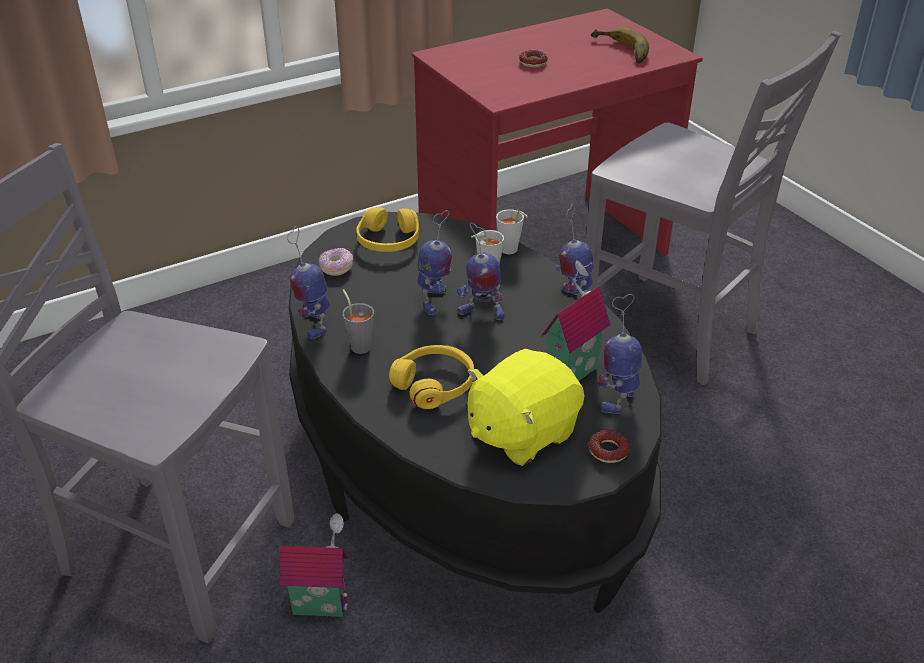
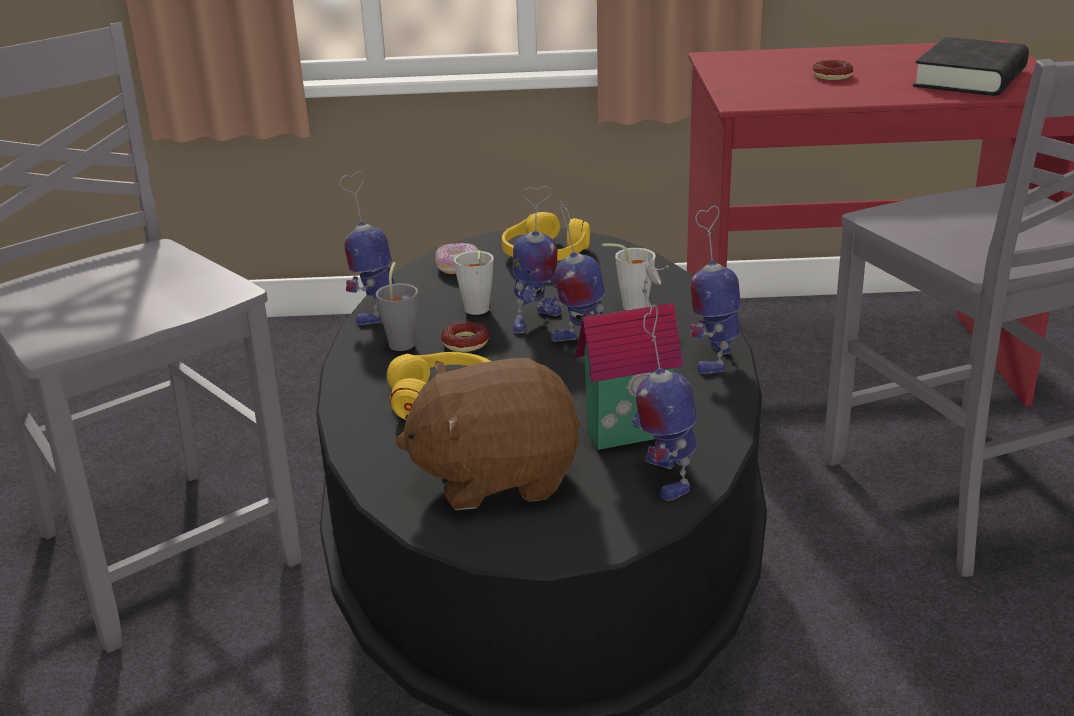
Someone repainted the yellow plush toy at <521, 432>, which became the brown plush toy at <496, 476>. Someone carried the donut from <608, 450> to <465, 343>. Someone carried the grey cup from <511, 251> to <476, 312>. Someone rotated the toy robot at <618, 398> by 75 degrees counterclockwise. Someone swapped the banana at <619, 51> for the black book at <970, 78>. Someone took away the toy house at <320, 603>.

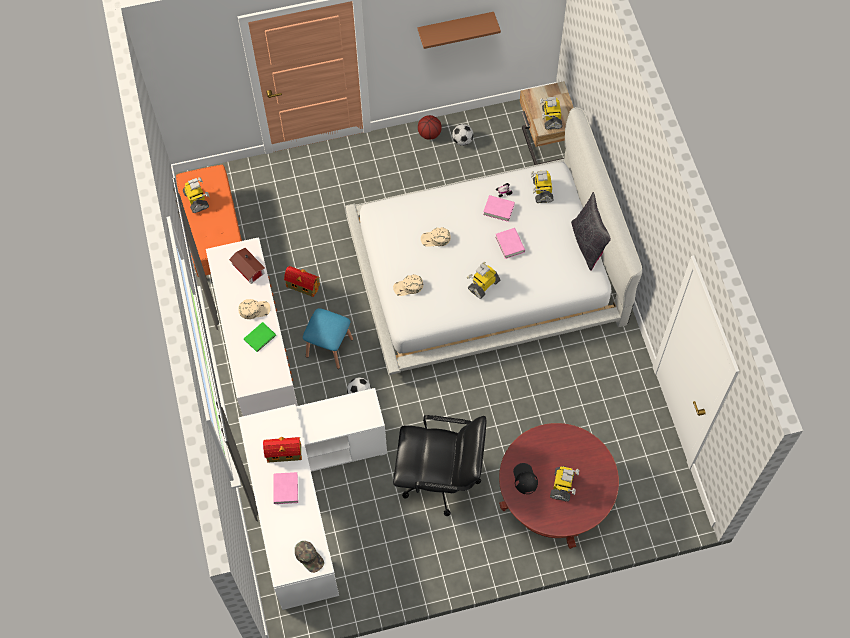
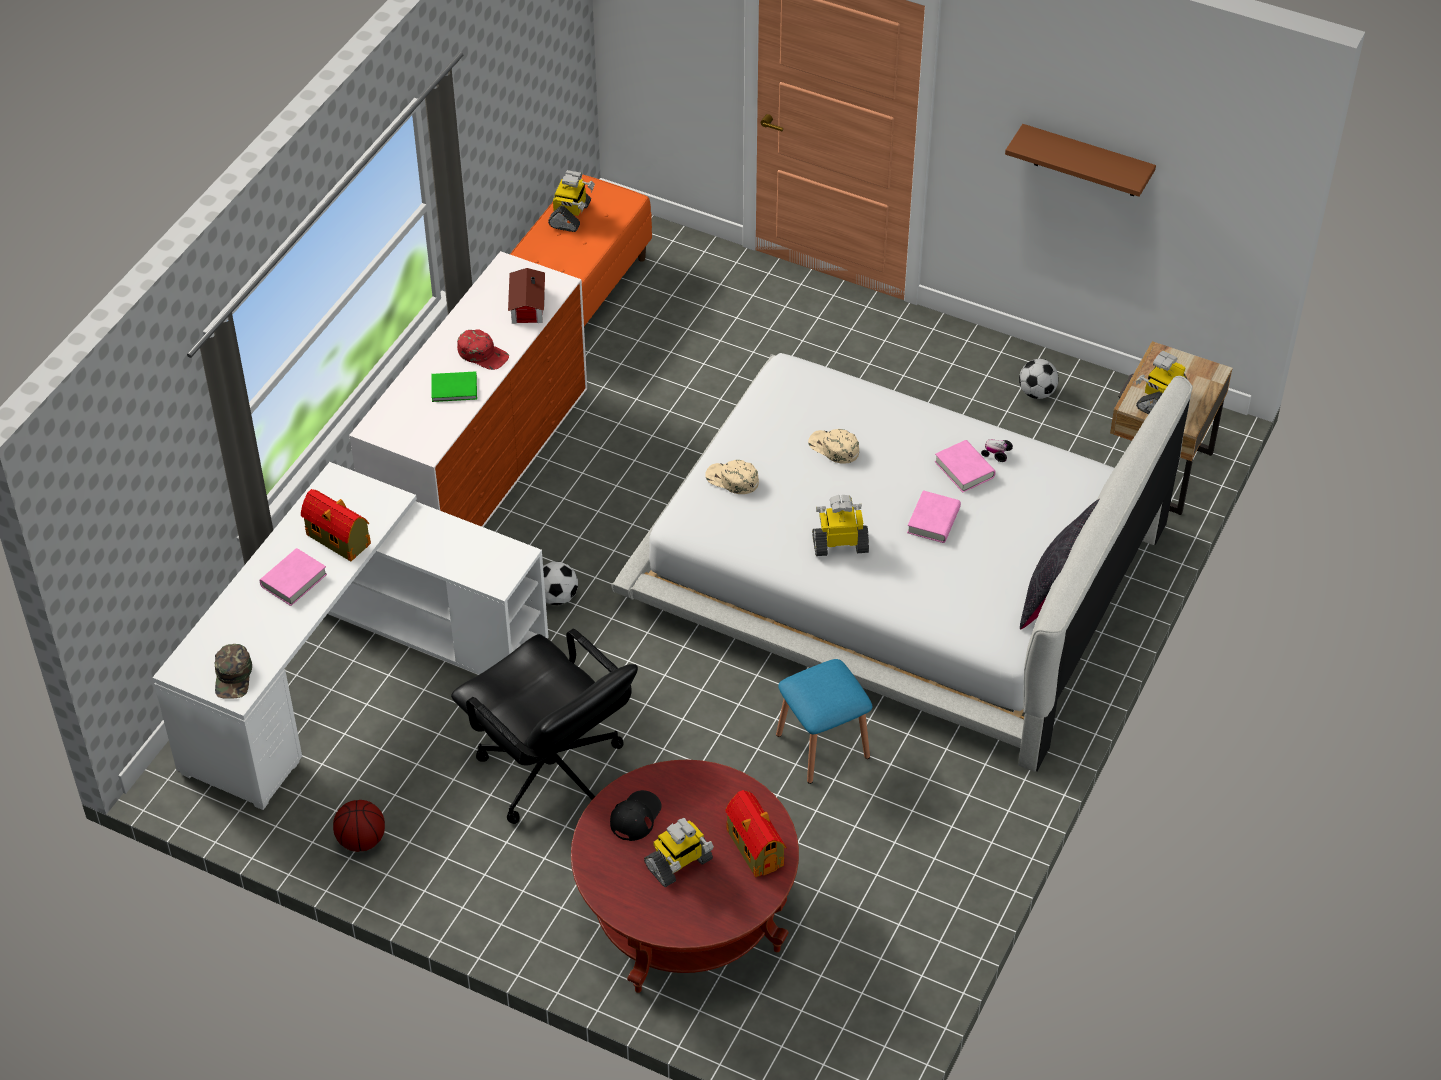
Someone carried the basketball from <429, 134> to <362, 840>. Someone repainted the beige cap at <254, 309>, which became the red cap at <483, 354>. Someone carried the toy house from <302, 285> to <754, 846>. Someone carried the blue stool from <329, 347> to <822, 745>. Someone took away the toy robot at <542, 191>.

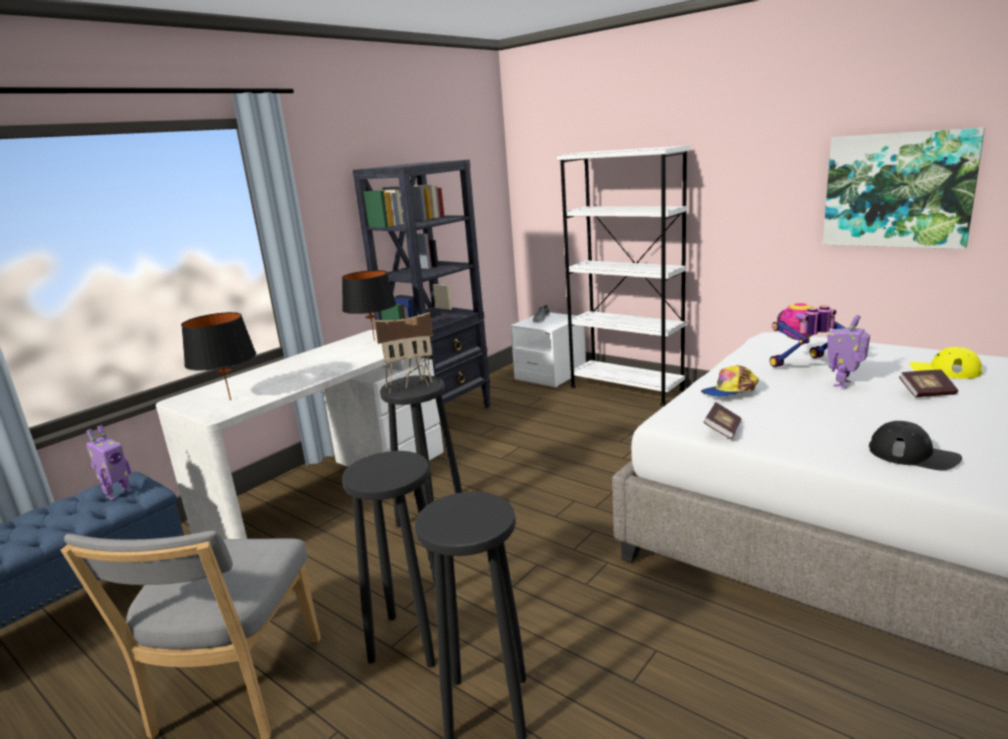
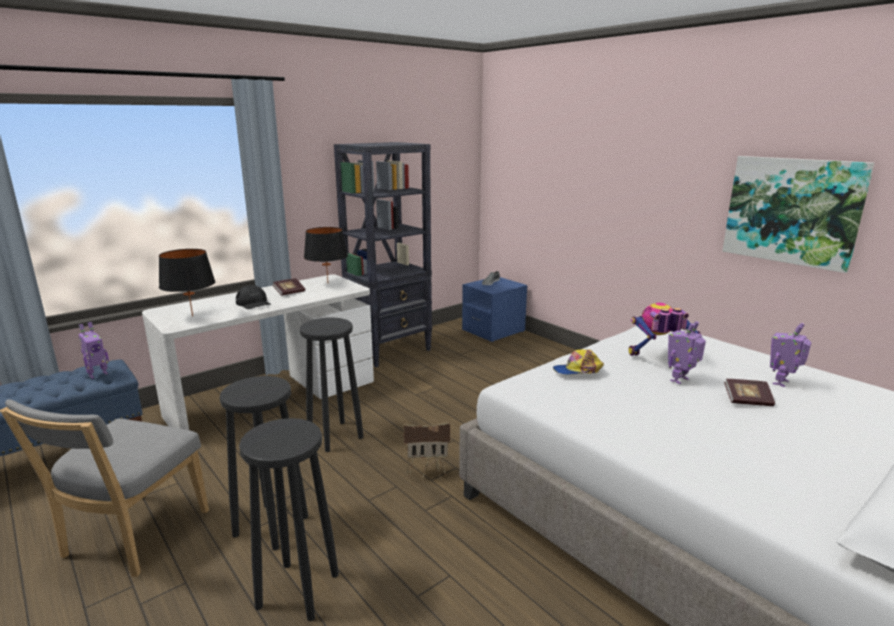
Someone carried the black cap from <913, 455> to <253, 303>. Someone carried the book from <722, 430> to <289, 293>. Someone carried the toy house from <410, 385> to <427, 474>. Someone repainted the white nightstand at <550, 375>, which became the blue nightstand at <493, 331>. Someone swapped the yellow cap at <944, 370> for the toy robot at <782, 383>. Someone took away the white bookcase at <626, 388>.

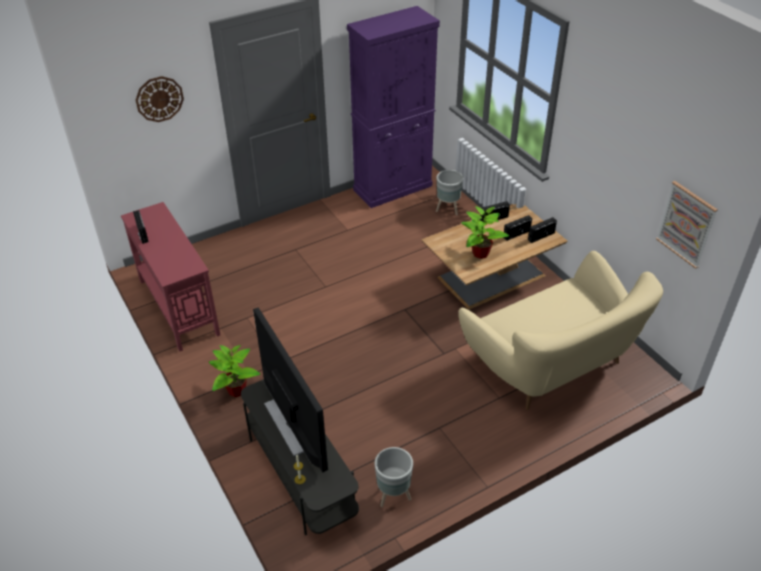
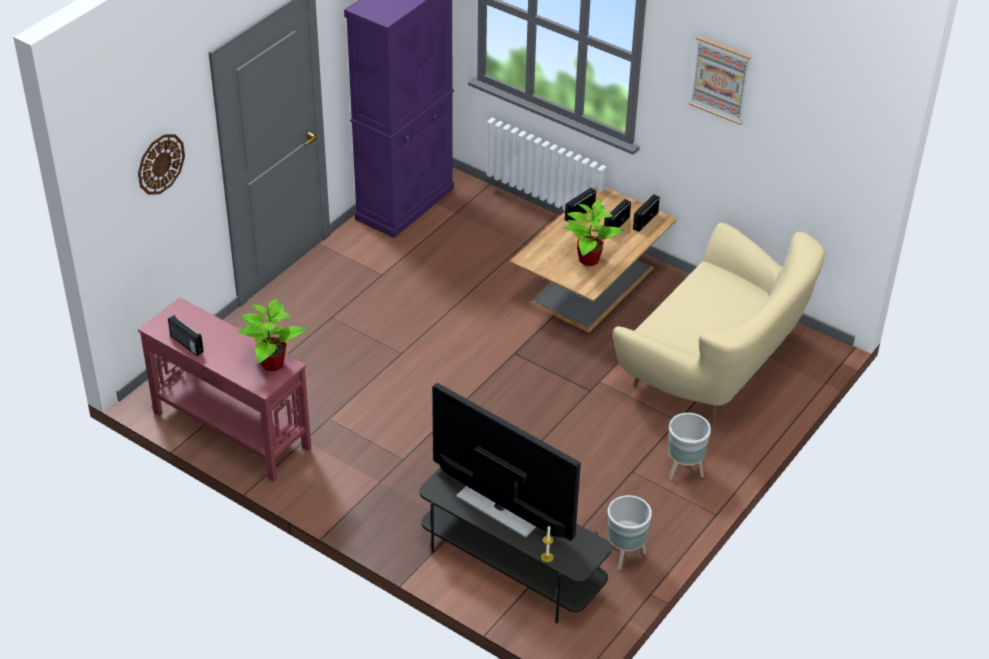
Someone carried the potted plant from <236, 390> to <272, 364>. Someone carried the grey planter from <447, 210> to <684, 471>. Someone carried the picture from <686, 224> to <720, 79>.

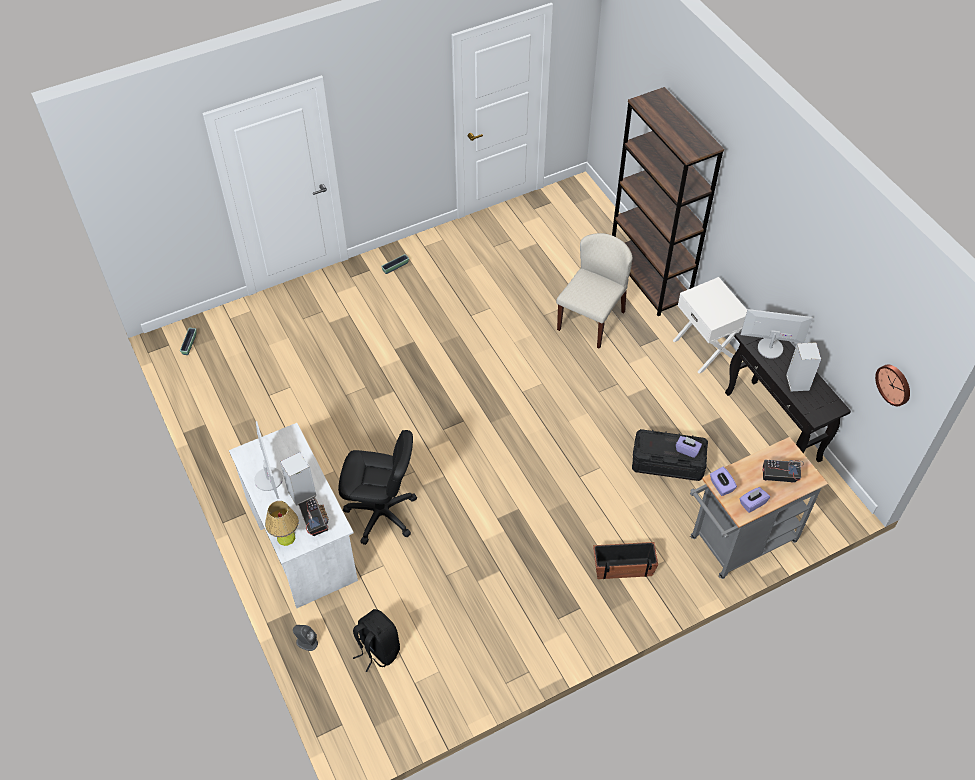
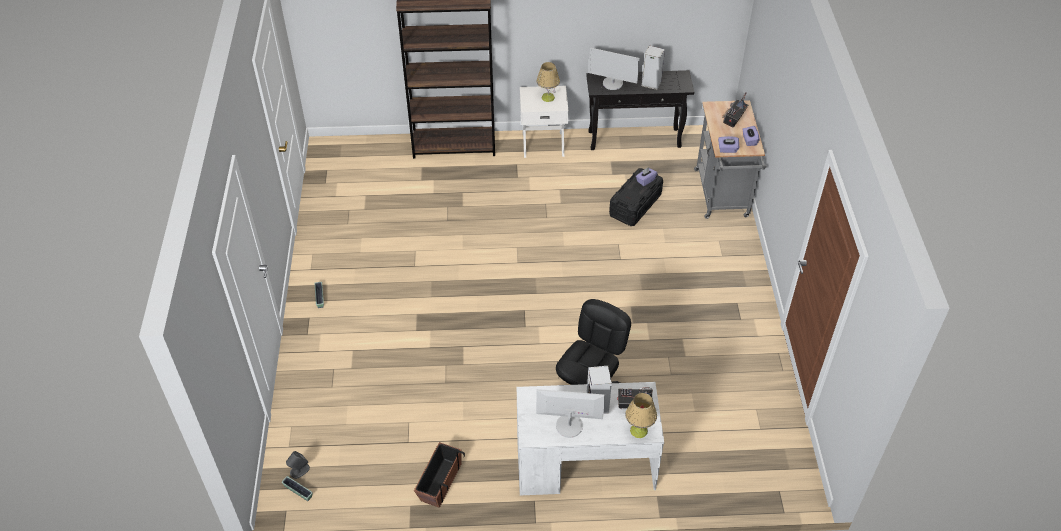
Someone carried the grey speaker from <306, 642> to <299, 470>. Someone carried the planter from <623, 567> to <440, 482>. Someone put down the table lamp at <547, 97>. Someone rotated the monitor at <770, 348> by 105 degrees counterclockwise. Someone took away the black backpack at <377, 649>. Someone took away the beige chair at <591, 320>. Someone took away the wall clock at <894, 384>.

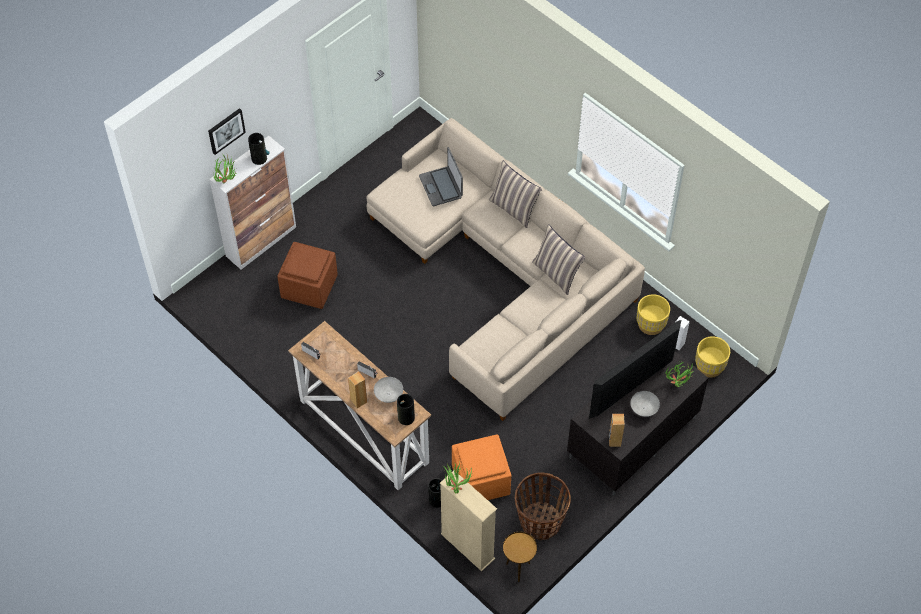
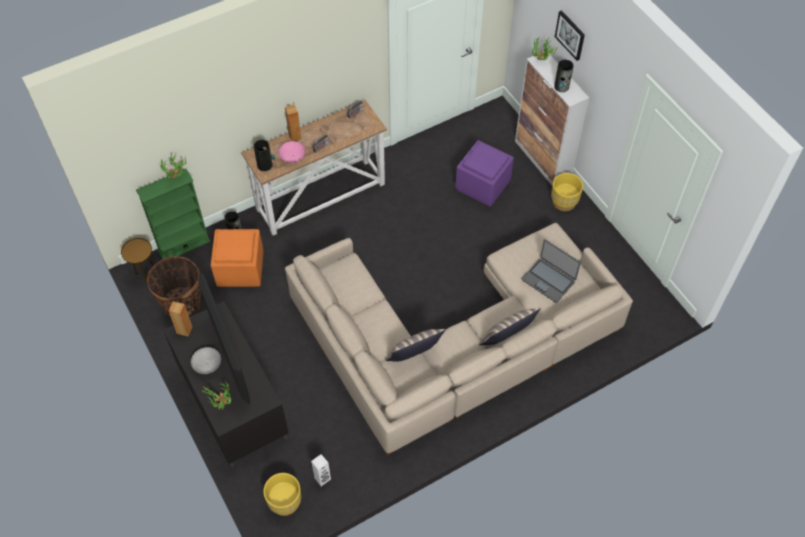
Someone repainted the beige bookcase at <467, 546>, which became the green bookcase at <184, 245>. Someone repainted the grey bowl at <389, 395>, which became the pink bowl at <292, 158>. Someone repainted the brown ottoman at <310, 286>, which became the purple ottoman at <483, 186>. Someone rotated the laptop at <441, 186> by 135 degrees counterclockwise. Someone carried the yellow planter from <651, 324> to <564, 202>.

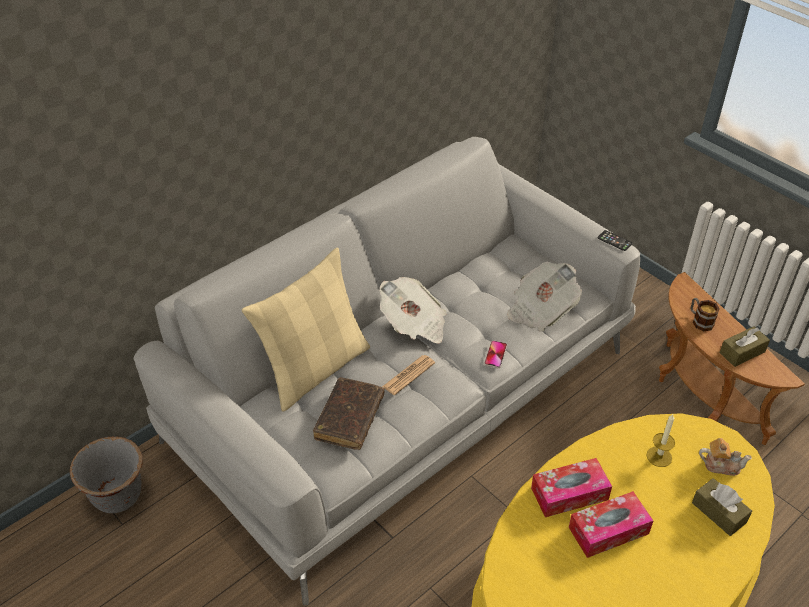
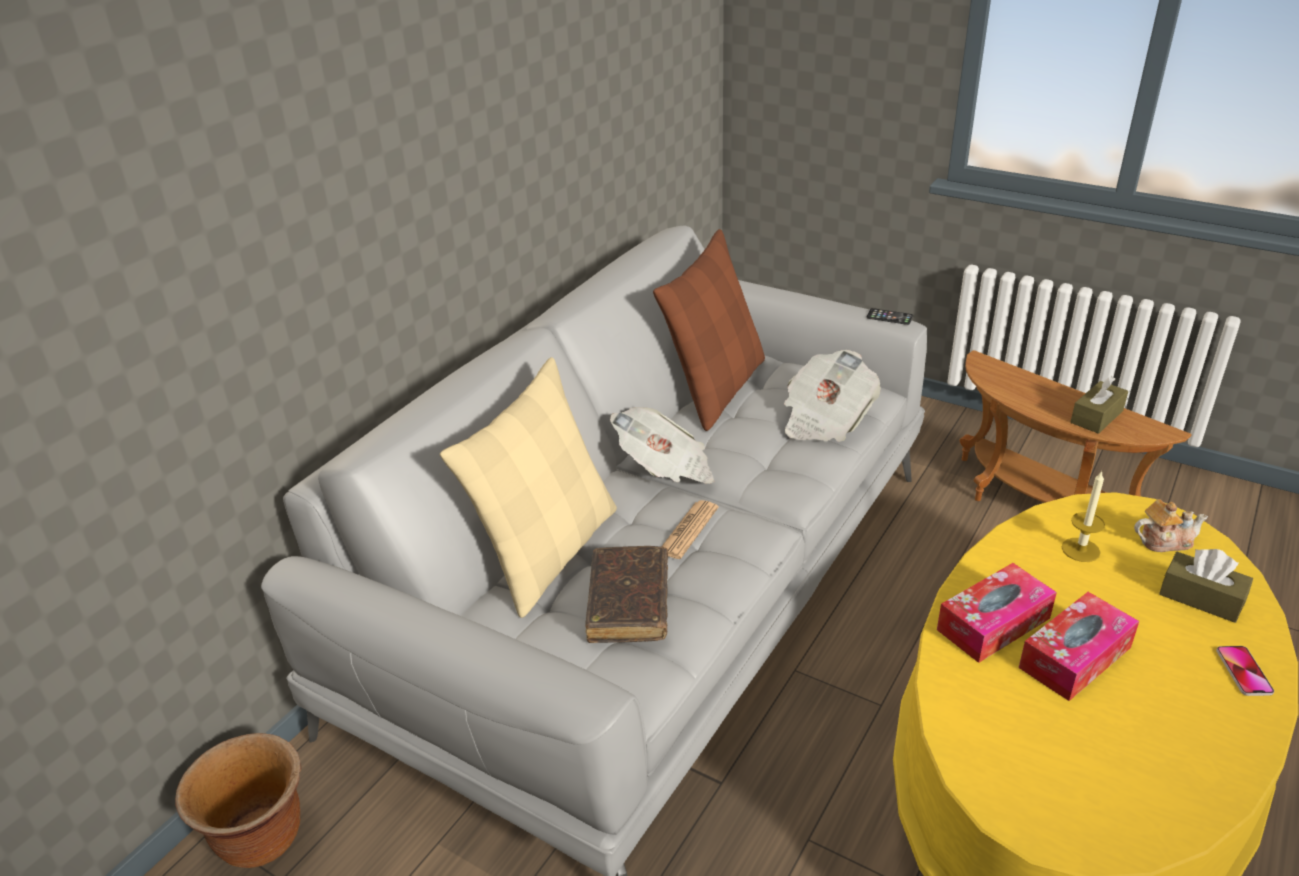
Someone repainted the grey planter at <118, 497>, which became the brown planter at <263, 839>. Someone put down the brown pillow at <716, 389>. Someone carried the phone from <495, 355> to <1243, 672>. Someone took away the mug at <700, 321>.

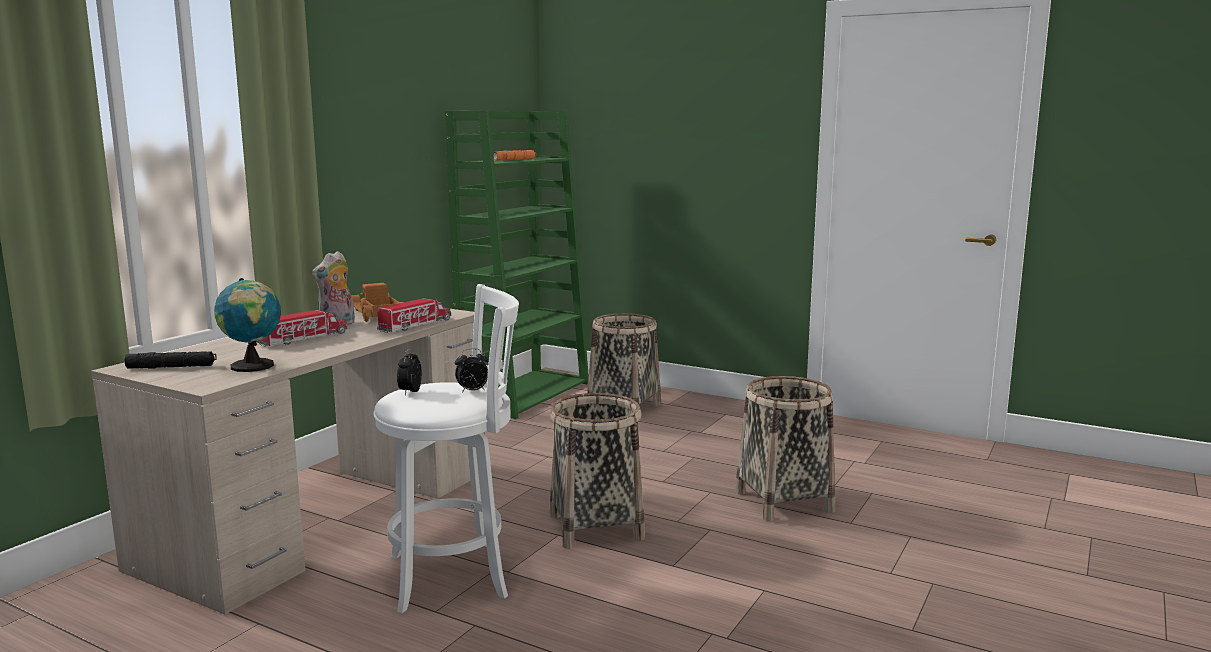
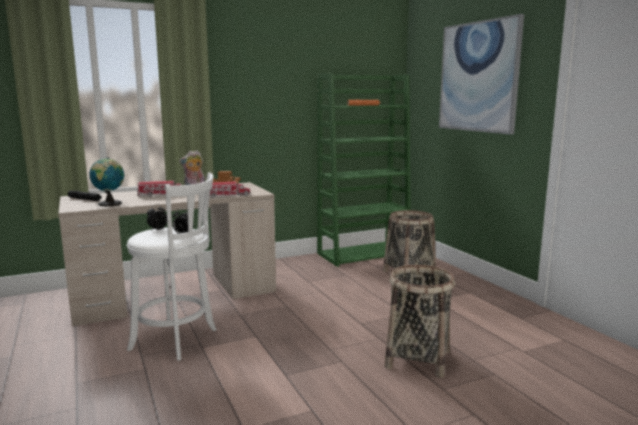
Someone put up the picture at <478, 77>. Someone took away the basket at <595, 526>.

